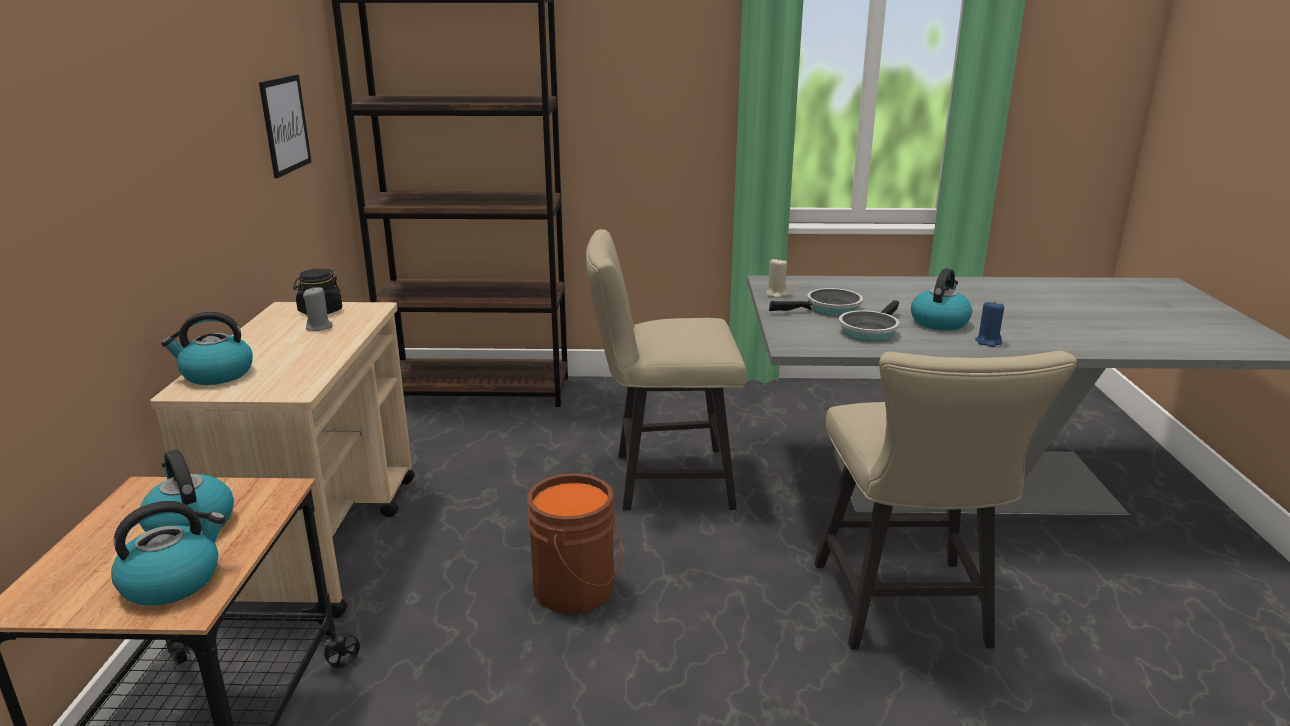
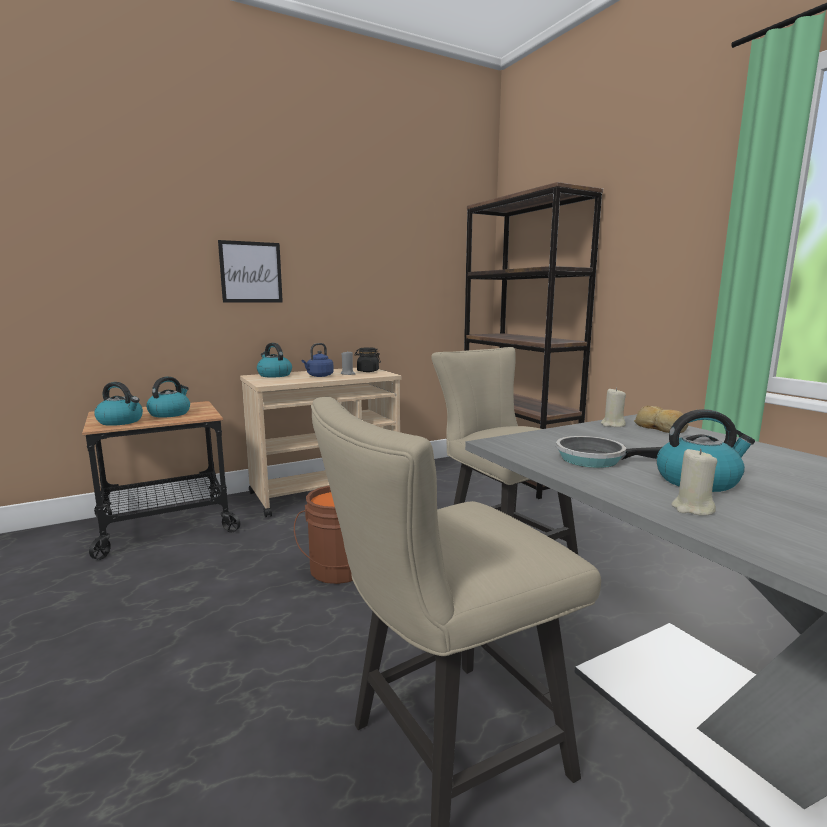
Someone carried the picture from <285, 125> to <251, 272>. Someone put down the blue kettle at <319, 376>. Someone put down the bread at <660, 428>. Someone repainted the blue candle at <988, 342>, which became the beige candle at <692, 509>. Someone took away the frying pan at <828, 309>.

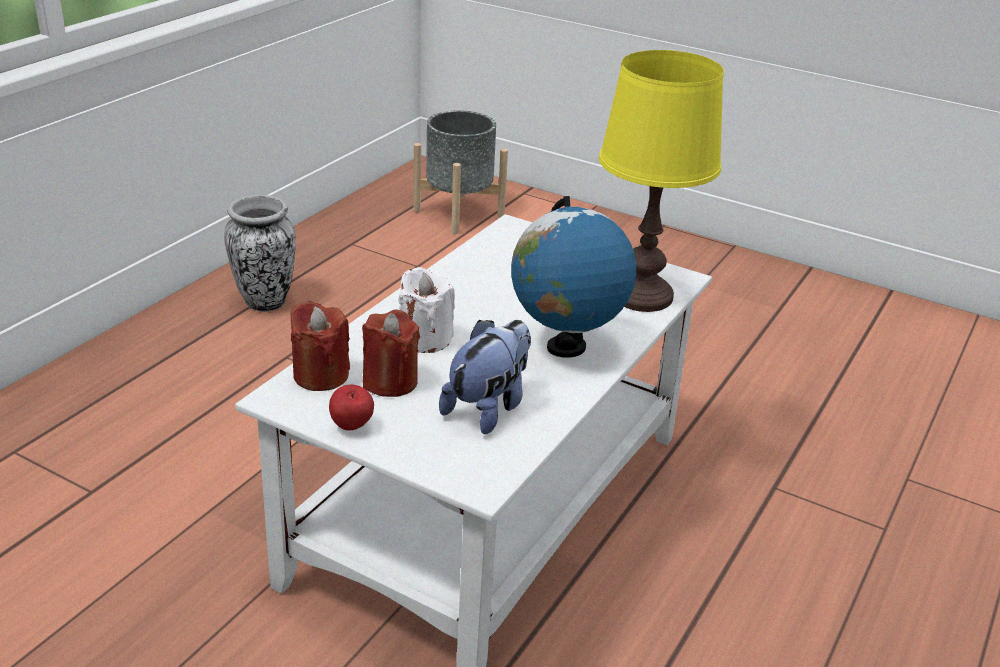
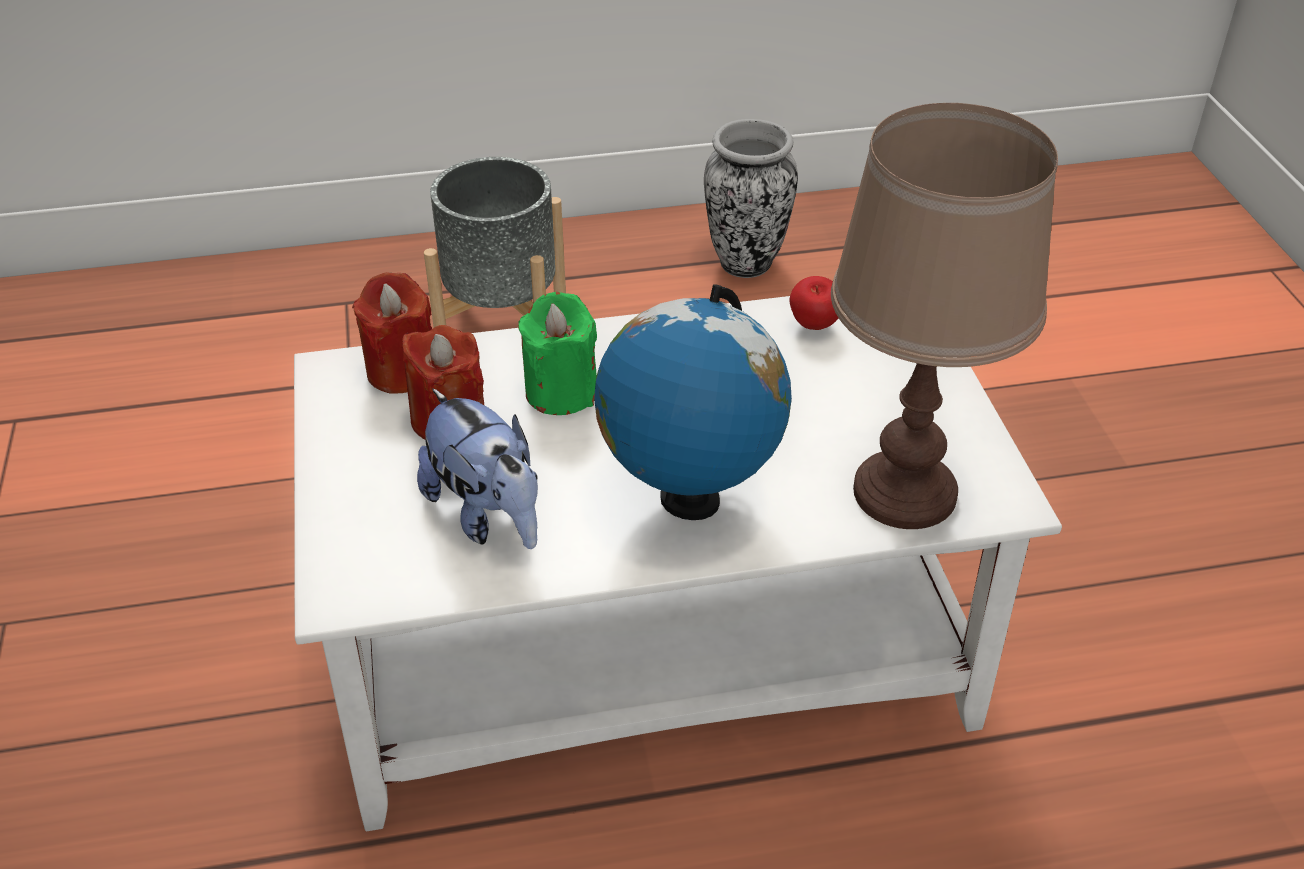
Someone rotated the plush toy at <488, 407> by 60 degrees clockwise. Someone carried the grey planter from <458, 213> to <502, 325>. Someone repainted the white candle at <425, 339>, which became the green candle at <561, 392>. Someone carried the apple from <352, 427> to <814, 327>. Someone repainted the yellow table lamp at <642, 295>, which became the brown table lamp at <906, 493>.

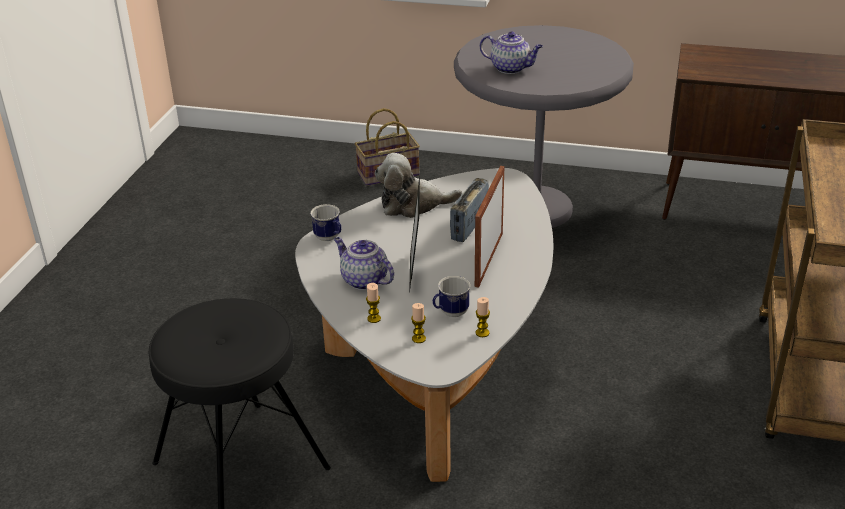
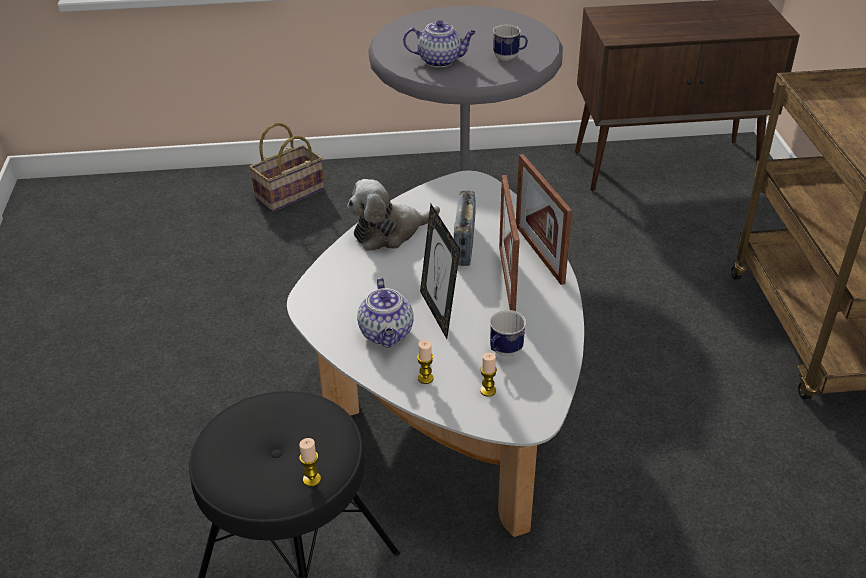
Someone carried the candle from <482, 333> to <312, 479>. Someone rotated the teapot at <363, 280> by 120 degrees counterclockwise. Someone carried the mug from <329, 238> to <509, 57>. Someone put down the picture frame at <539, 253>.

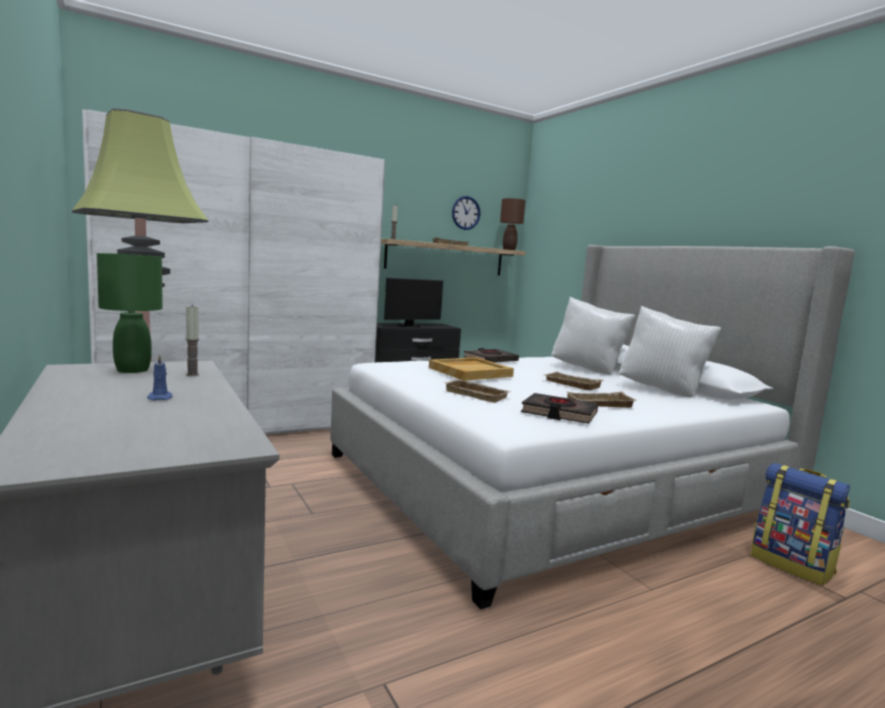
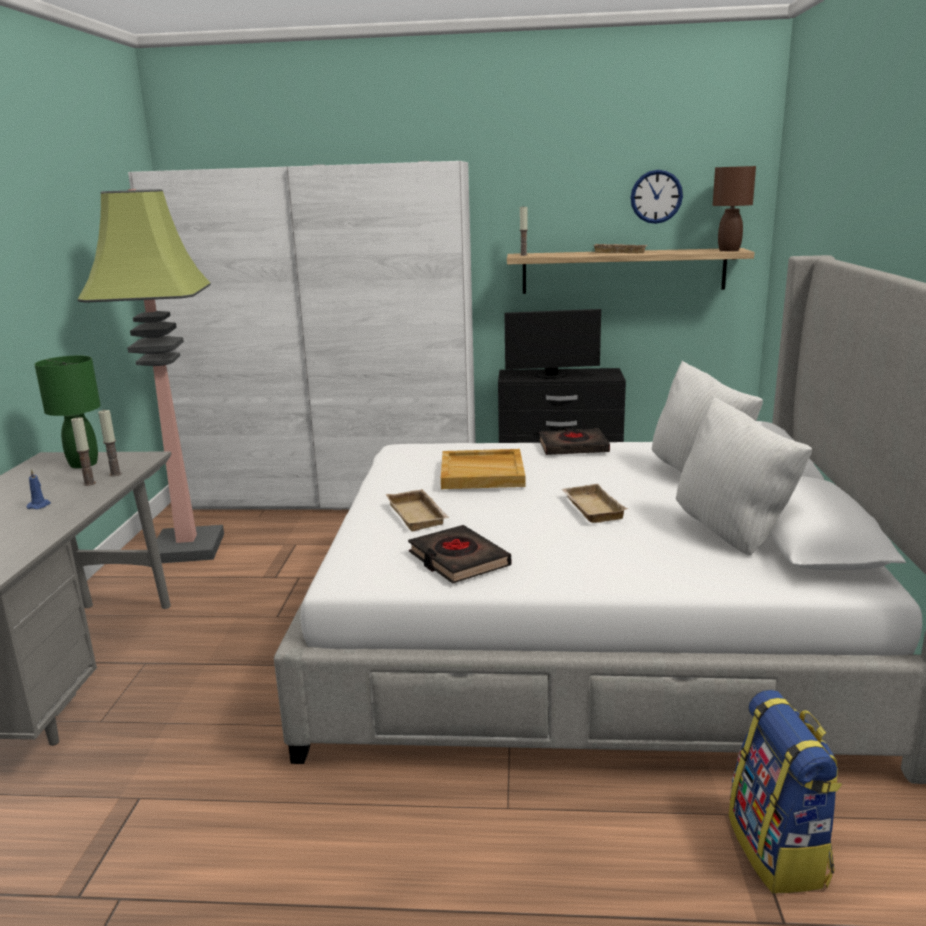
Someone put down the candle at <89, 483>. Someone took away the beige tray at <599, 404>.

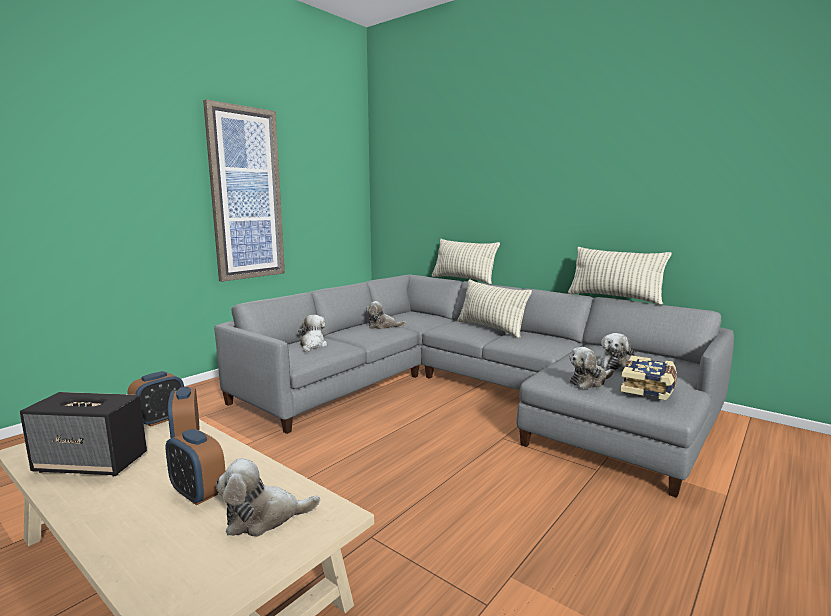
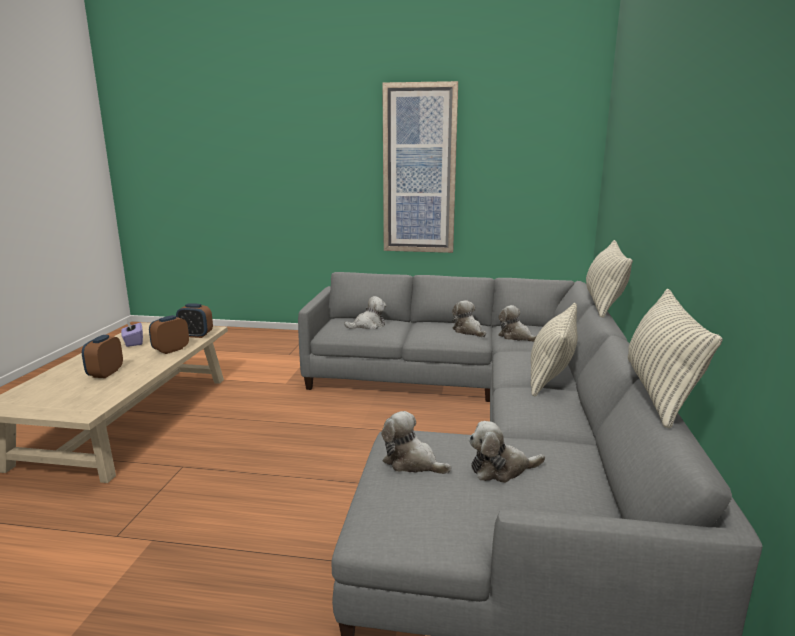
Someone swapped the speaker at <92, 463> for the purple tissue box at <133, 342>. Someone carried the plush toy from <264, 517> to <516, 337>. Someone took away the book at <649, 388>.

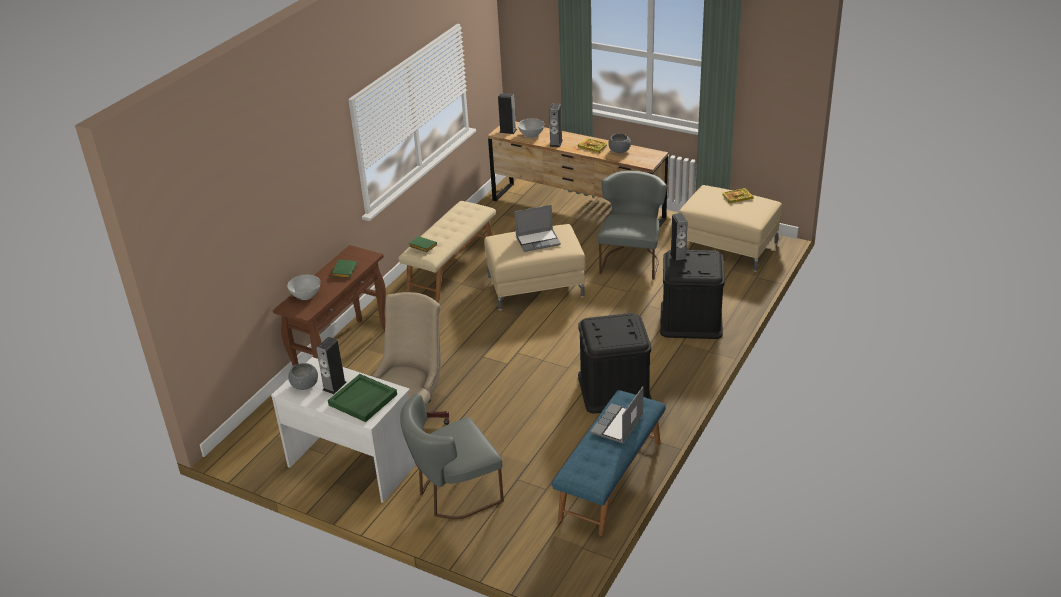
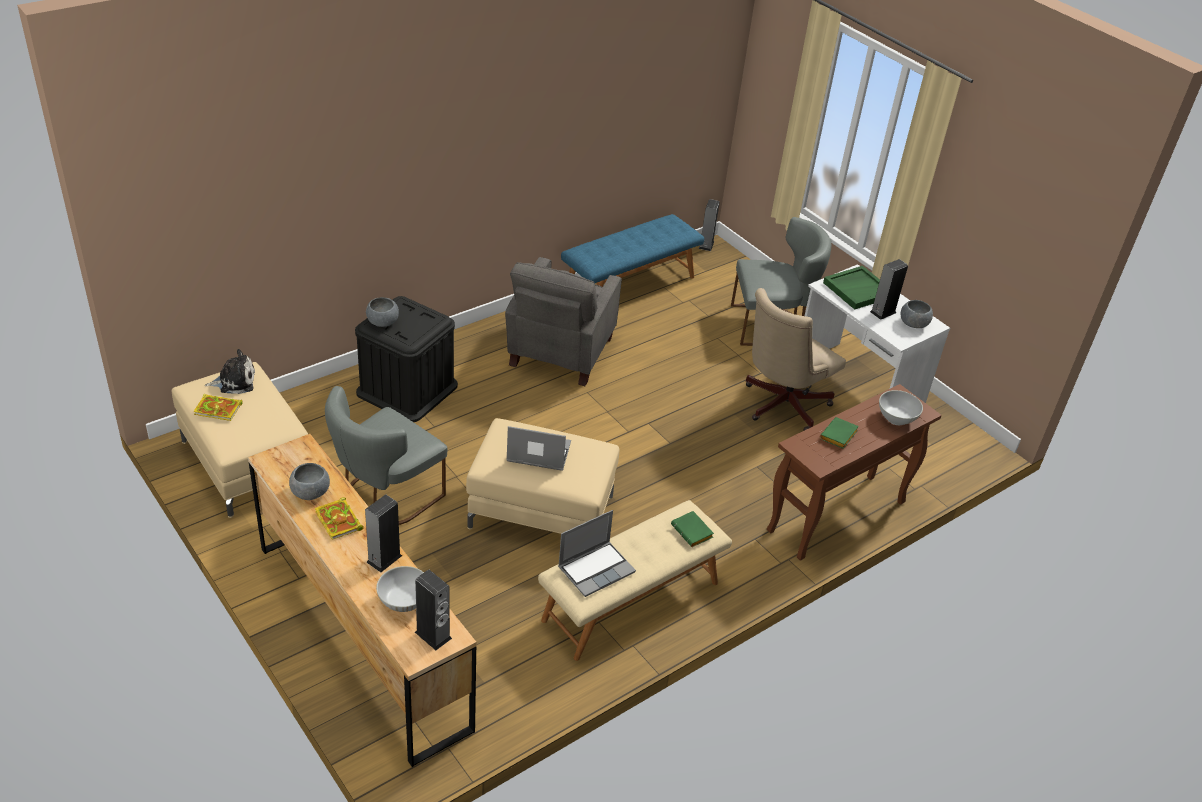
Someone put down the plush toy at <234, 381>. Someone put down the grey bowl at <382, 322>. Someone swapped the black storage box at <614, 389> for the grey armchair at <559, 353>. Someone carried the laptop from <617, 425> to <596, 569>. Someone carried the speaker from <678, 257> to <706, 245>.

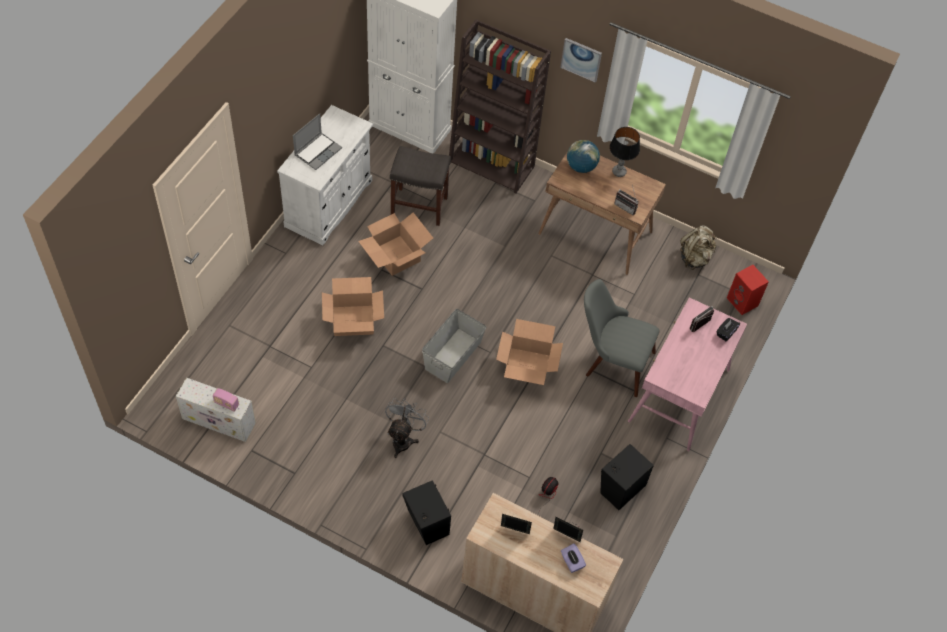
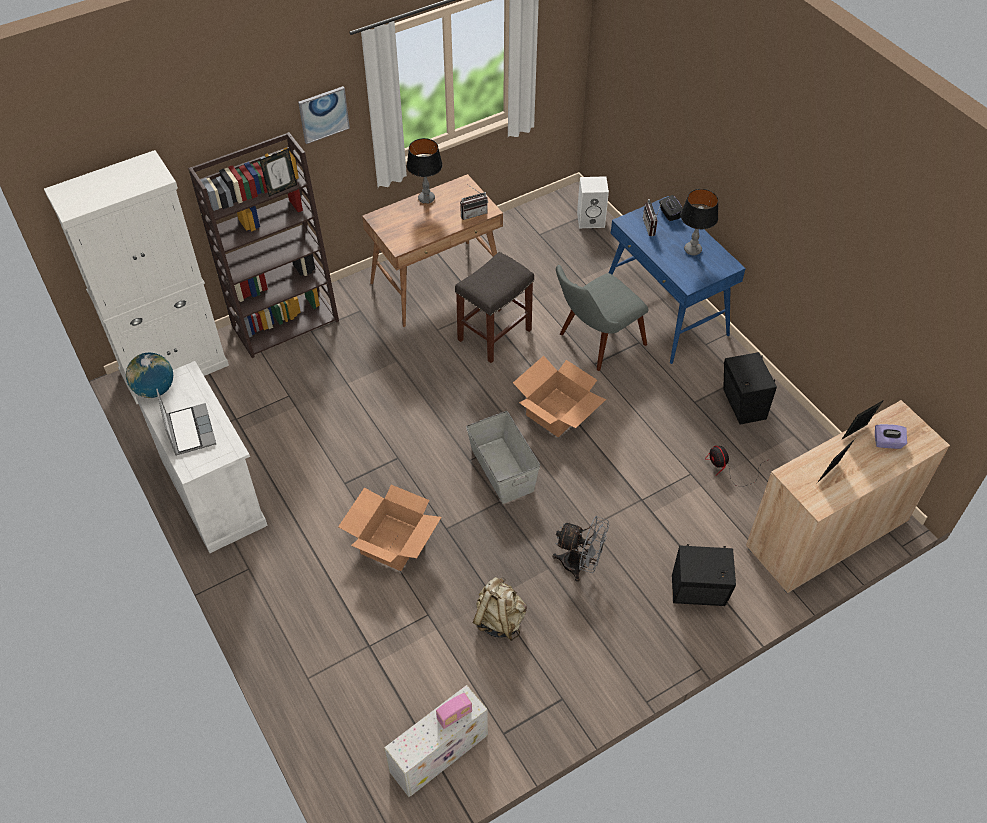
Someone carried the globe from <581, 167> to <155, 389>. Someone put down the picture frame at <281, 189>. Someone carried the grey stool from <418, 206> to <494, 335>. Someone carried the beige backpack from <695, 258> to <499, 620>. Someone rotated the grey fan at <403, 439> by 150 degrees clockwise. Someone repainted the red speaker at <743, 302>, which became the white speaker at <591, 219>. Someone repainted the pink desk at <679, 396>, which became the blue desk at <665, 313>. Someone put down the table lamp at <692, 250>. Someone took away the cardboard box at <396, 256>.

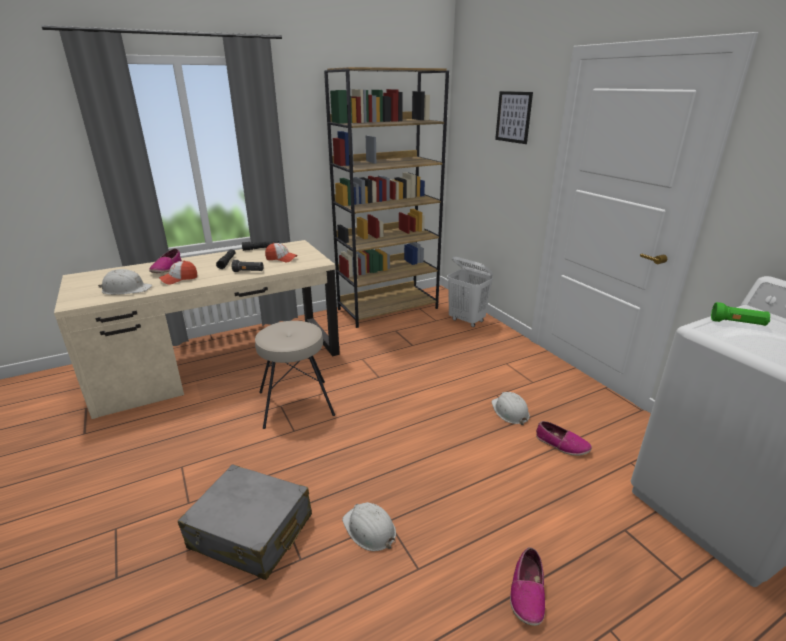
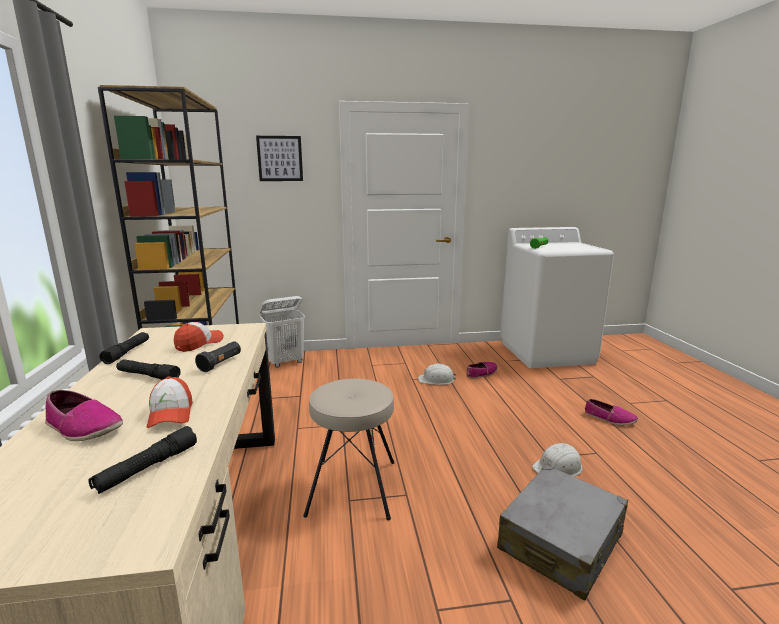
Someone swapped the white hard hat at <126, 289> for the black flashlight at <148, 468>.

